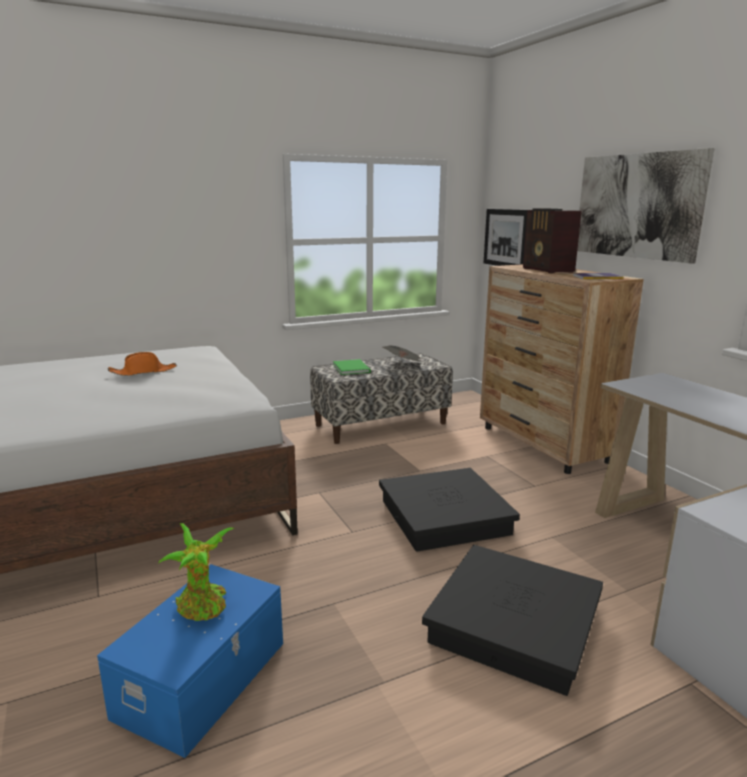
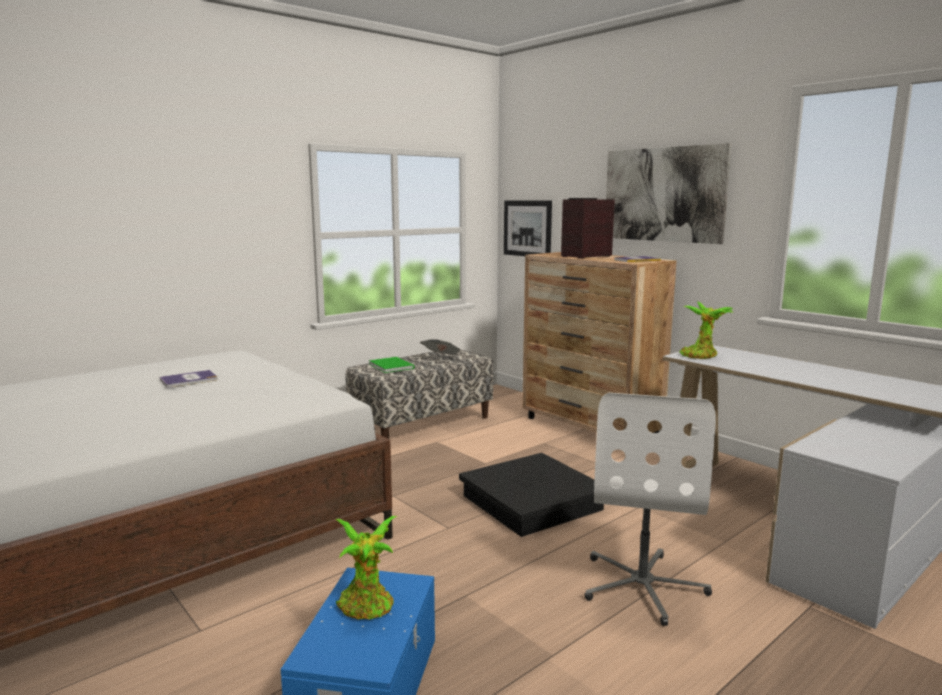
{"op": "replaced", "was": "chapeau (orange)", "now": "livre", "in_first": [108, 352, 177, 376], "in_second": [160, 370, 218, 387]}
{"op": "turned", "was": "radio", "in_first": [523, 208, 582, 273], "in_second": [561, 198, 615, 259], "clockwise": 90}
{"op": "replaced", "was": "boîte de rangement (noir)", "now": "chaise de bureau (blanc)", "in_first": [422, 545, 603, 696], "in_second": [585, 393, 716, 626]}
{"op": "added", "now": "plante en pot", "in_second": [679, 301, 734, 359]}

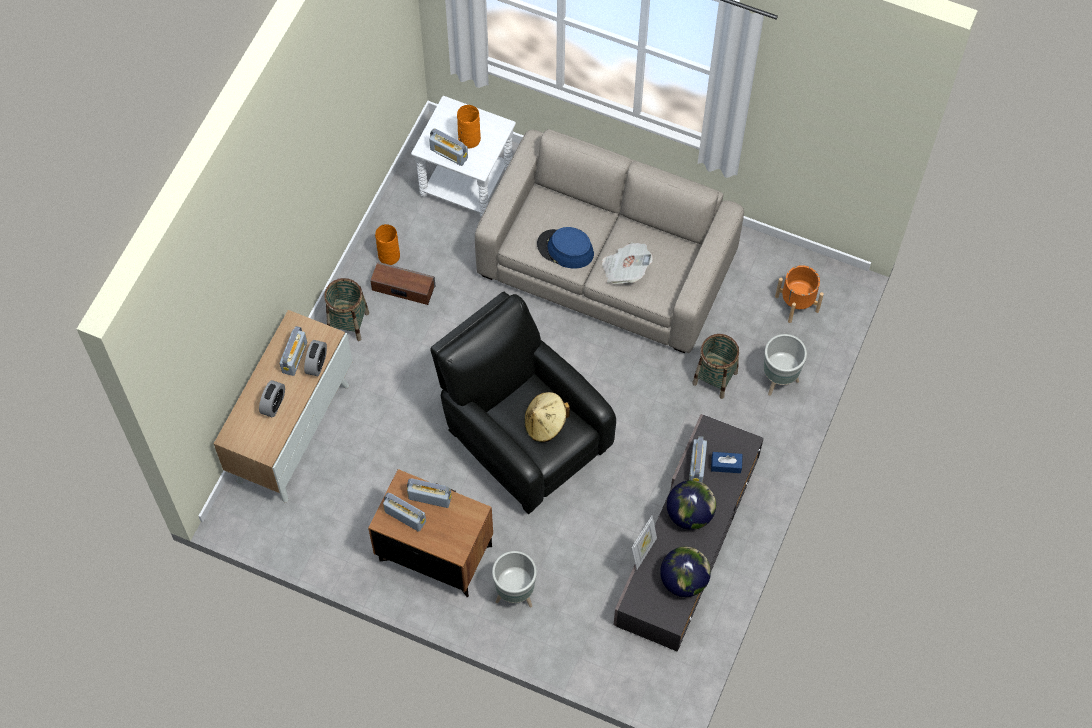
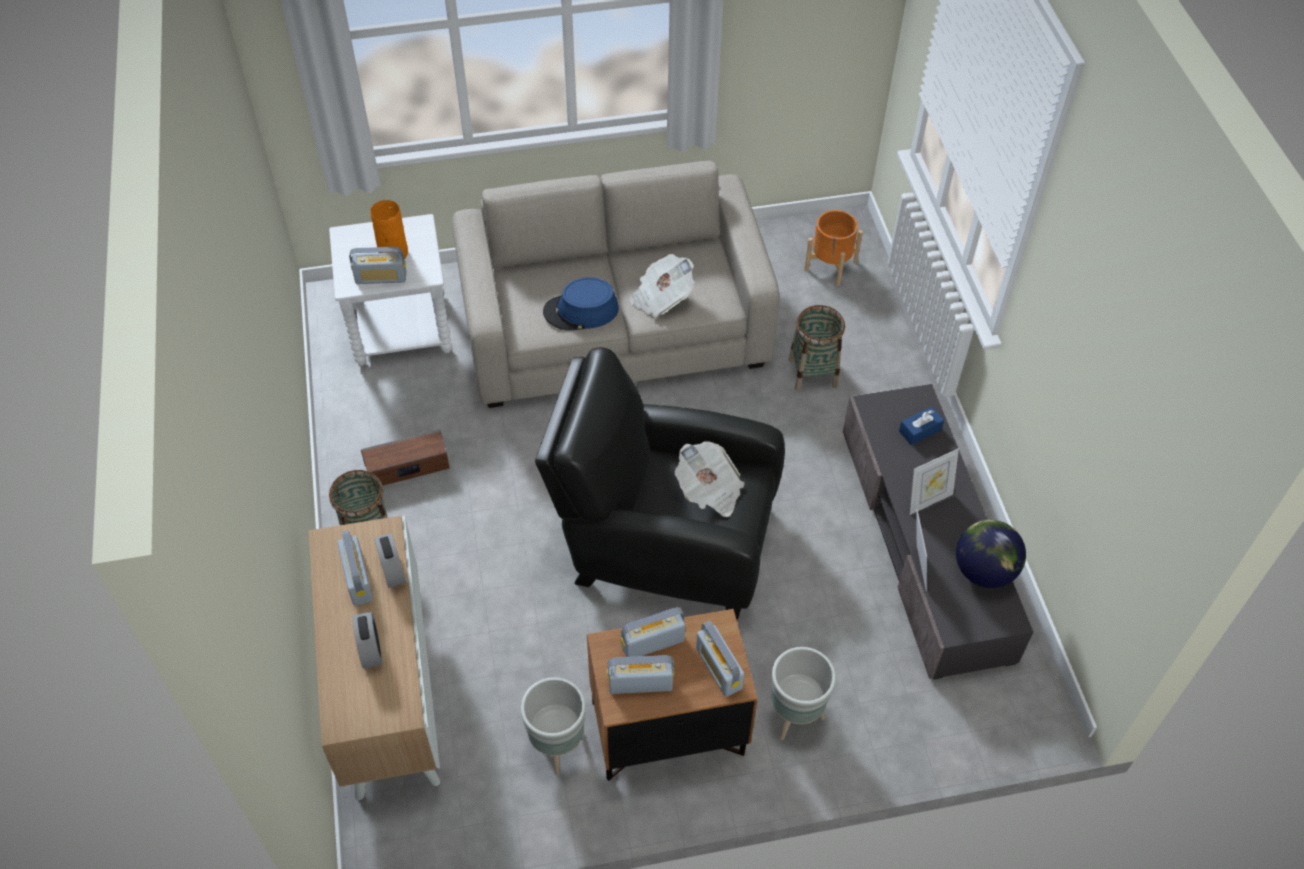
{"op": "moved", "was": "cache-pot (gris)", "in_first": [764, 334, 807, 396], "in_second": [521, 677, 586, 775]}
{"op": "replaced", "was": "chapeau (beige)", "now": "journal", "in_first": [525, 392, 570, 442], "in_second": [675, 441, 745, 517]}
{"op": "moved", "was": "radio", "in_first": [689, 436, 707, 483], "in_second": [696, 621, 744, 697]}
{"op": "replaced", "was": "globe", "now": "cadre photo", "in_first": [667, 480, 716, 530], "in_second": [910, 448, 959, 515]}
{"op": "removed", "was": "vase (orange)", "in_first": [375, 224, 400, 265]}

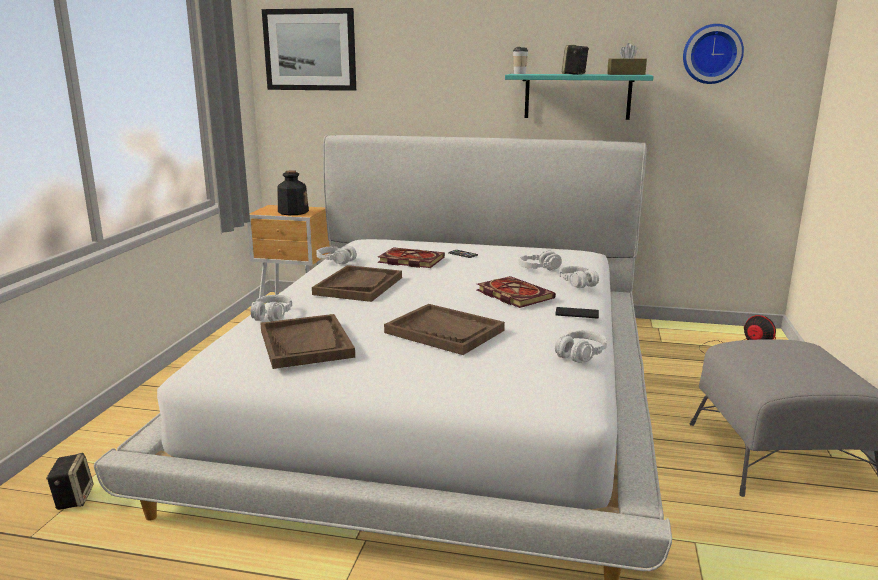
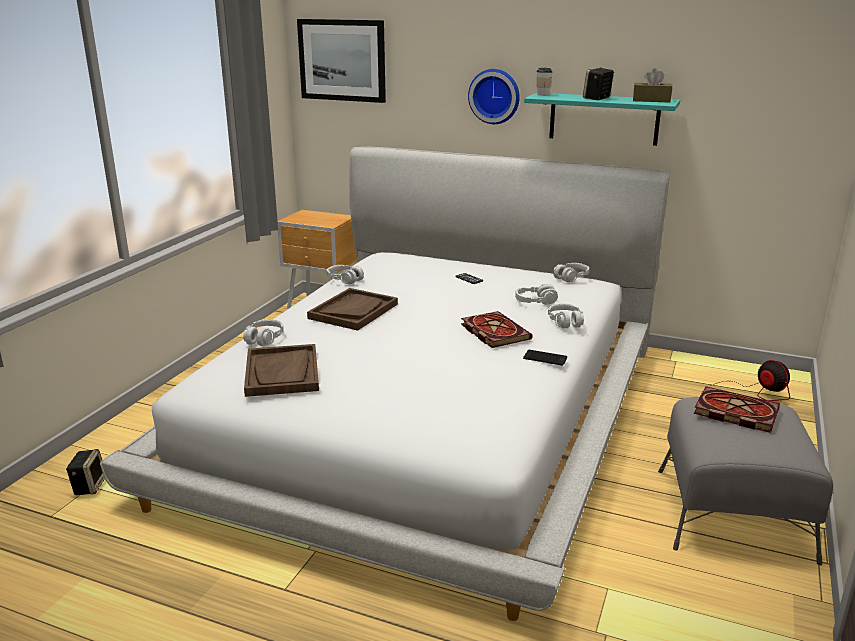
{"op": "moved", "was": "horloge murale", "in_first": [683, 24, 744, 84], "in_second": [468, 69, 520, 124]}
{"op": "moved", "was": "casque audio (gris)", "in_first": [555, 330, 607, 363], "in_second": [553, 263, 589, 282]}
{"op": "moved", "was": "livre", "in_first": [378, 247, 445, 268], "in_second": [694, 386, 780, 433]}
{"op": "removed", "was": "bouteille", "in_first": [277, 170, 309, 215]}
{"op": "removed", "was": "plateau (marron)", "in_first": [384, 304, 505, 355]}

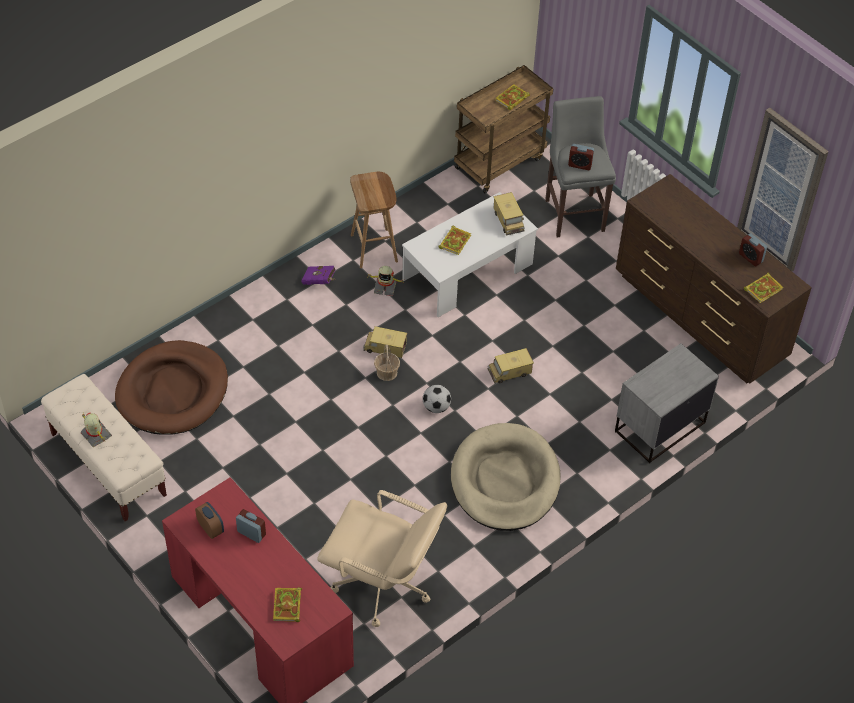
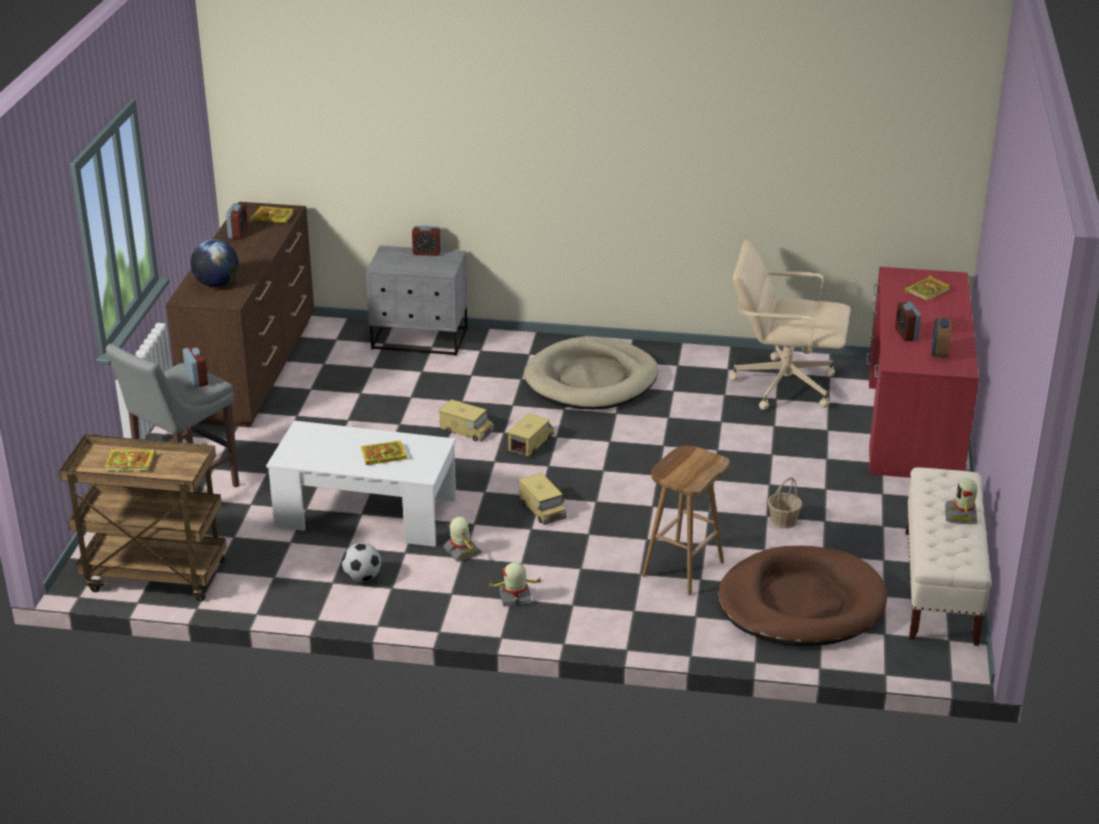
{"op": "added", "now": "globe", "in_second": [191, 239, 239, 287]}
{"op": "moved", "was": "ballon de foot", "in_first": [423, 385, 451, 413], "in_second": [342, 543, 381, 582]}
{"op": "added", "now": "réveil", "in_second": [412, 226, 441, 256]}
{"op": "replaced", "was": "livre (violet)", "now": "robot jouet", "in_first": [301, 266, 336, 285], "in_second": [487, 562, 541, 607]}
{"op": "moved", "was": "camion jouet", "in_first": [493, 192, 525, 236], "in_second": [507, 413, 554, 457]}
{"op": "moved", "was": "tabouret (marron)", "in_first": [350, 172, 398, 268], "in_second": [642, 446, 730, 595]}
{"op": "turned", "was": "chaise de bureau (beige)", "in_first": [317, 490, 447, 627], "in_second": [729, 240, 851, 410], "clockwise": -60}
{"op": "moved", "was": "panier", "in_first": [374, 344, 400, 381], "in_second": [768, 477, 802, 529]}
{"op": "removed", "was": "tableau", "in_first": [737, 108, 828, 272]}

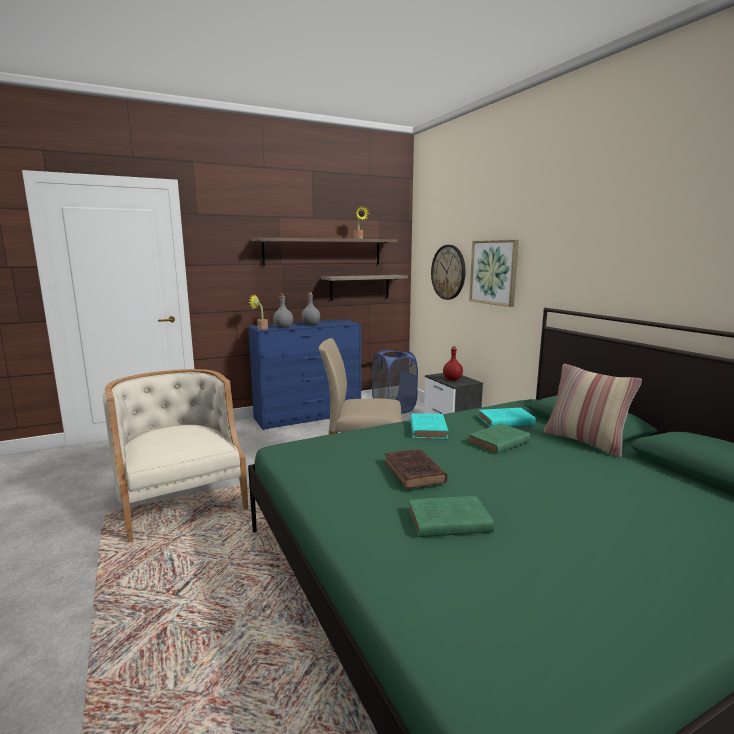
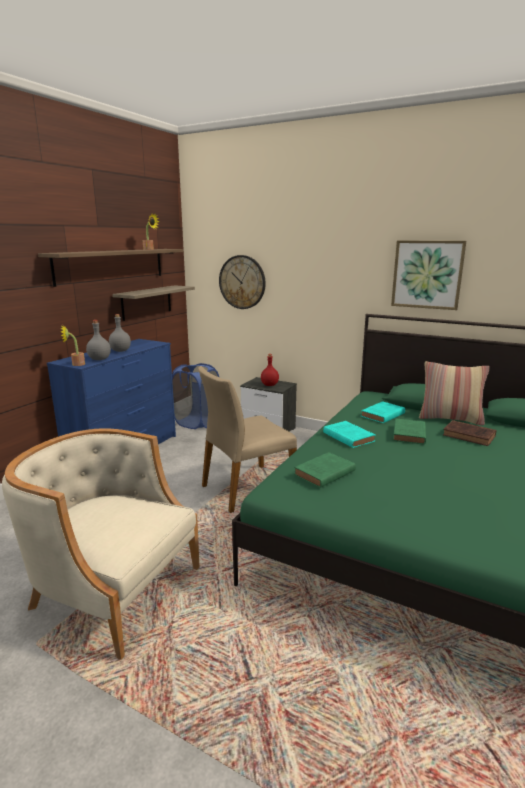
{"op": "moved", "was": "livre (vert)", "in_first": [408, 496, 494, 537], "in_second": [294, 452, 356, 488]}
{"op": "moved", "was": "tableau", "in_first": [469, 240, 519, 307], "in_second": [391, 241, 466, 310]}
{"op": "moved", "was": "livre (marron)", "in_first": [384, 449, 448, 489], "in_second": [443, 420, 496, 446]}

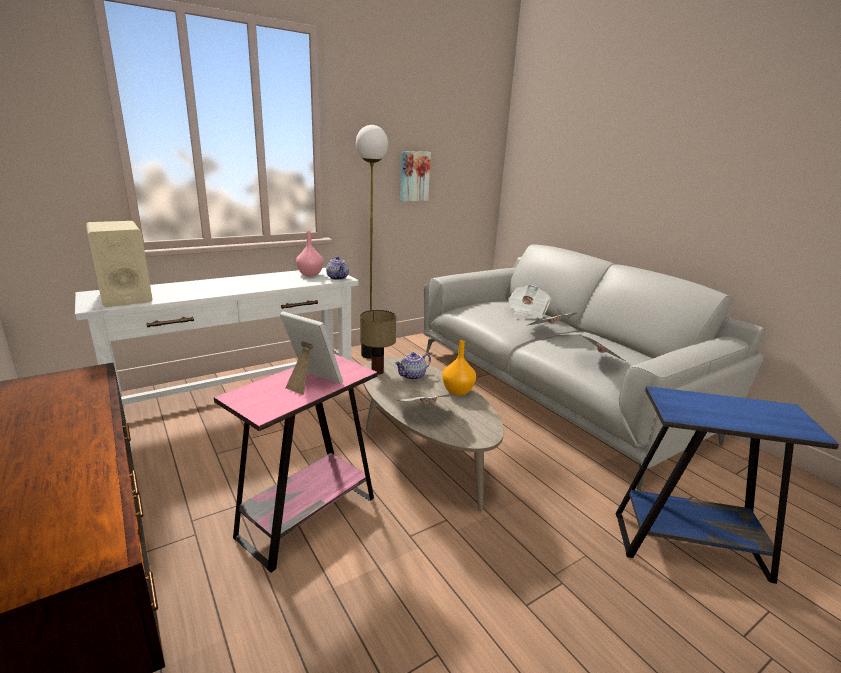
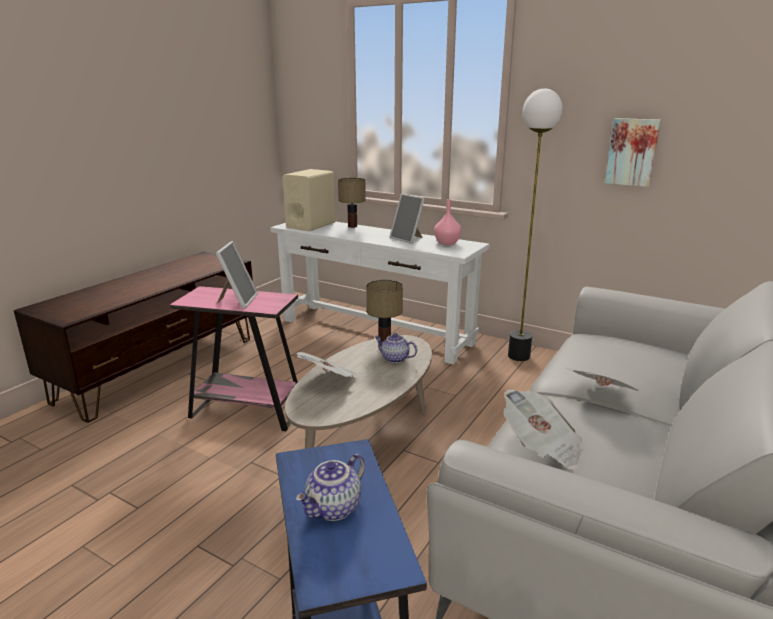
{"op": "moved", "was": "théière", "in_first": [326, 256, 349, 280], "in_second": [296, 454, 365, 521]}
{"op": "added", "now": "lampe de table", "in_second": [338, 178, 366, 228]}
{"op": "added", "now": "cadre photo", "in_second": [390, 194, 425, 244]}
{"op": "removed", "was": "vase (orange)", "in_first": [442, 340, 476, 396]}
{"op": "removed", "was": "journal", "in_first": [508, 285, 551, 320]}

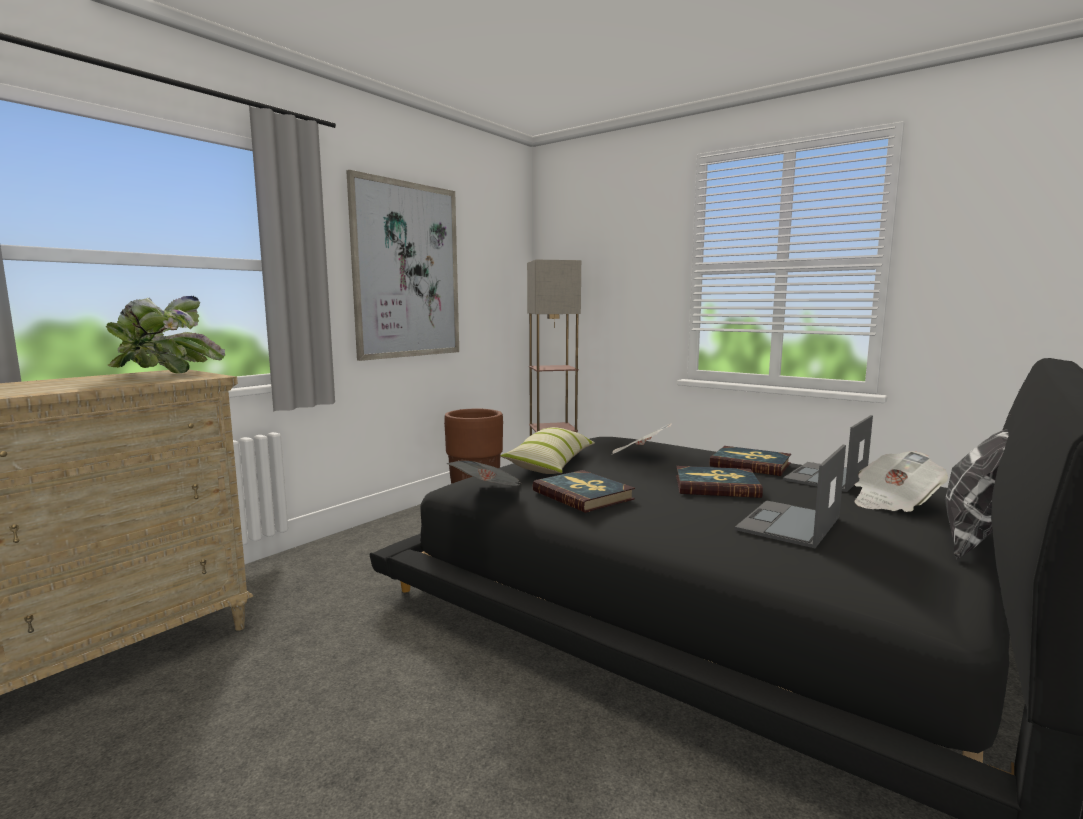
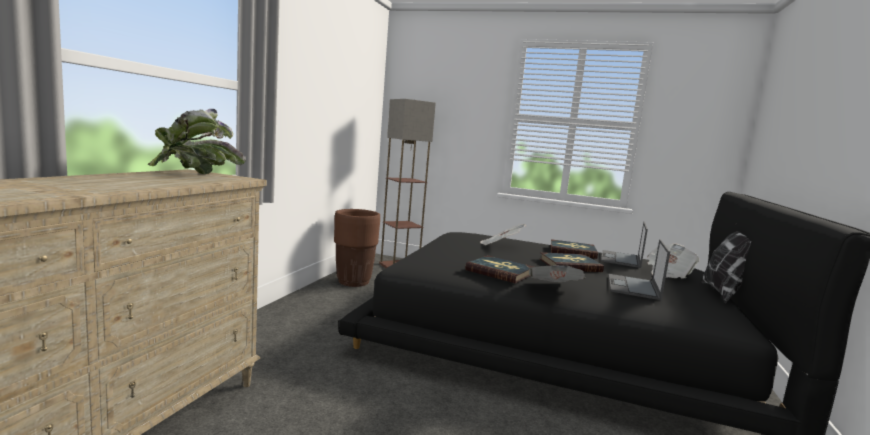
{"op": "moved", "was": "journal", "in_first": [447, 461, 520, 486], "in_second": [529, 265, 585, 282]}
{"op": "removed", "was": "tableau", "in_first": [346, 170, 459, 361]}
{"op": "removed", "was": "coussin", "in_first": [501, 427, 595, 474]}

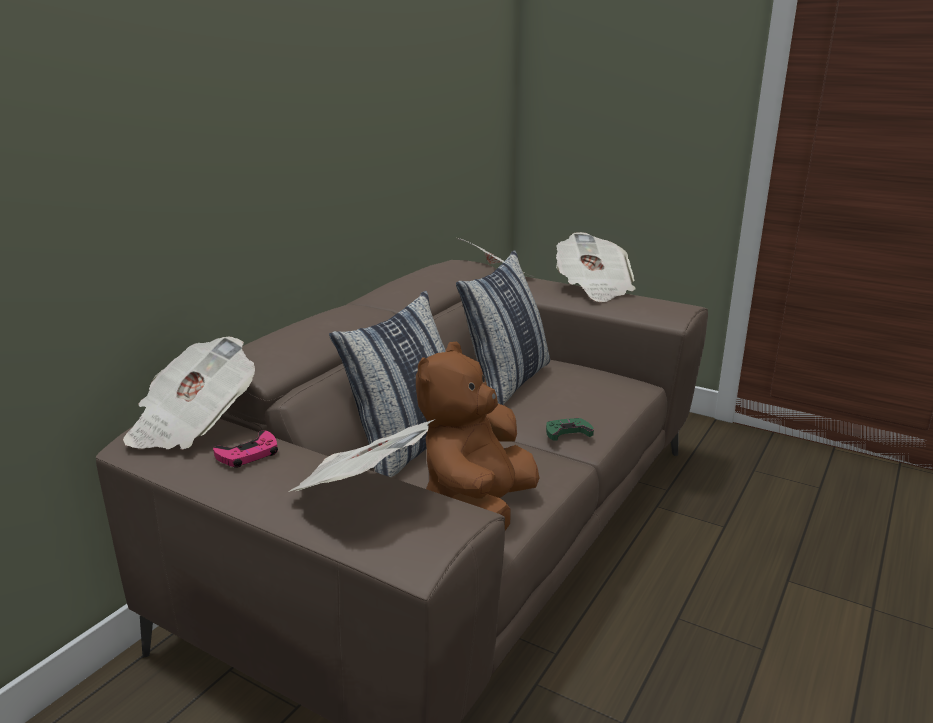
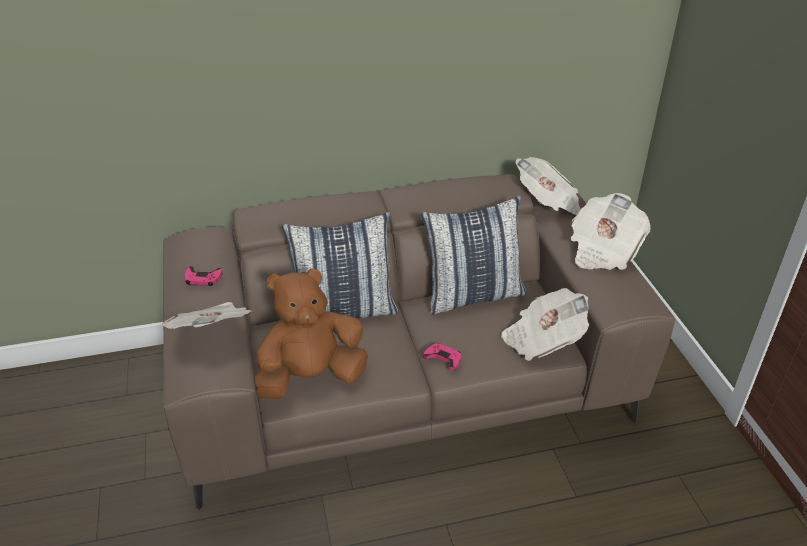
{"op": "recoloured", "was": "manette (vert)", "now": "manette (rose)", "in_first": [546, 418, 594, 441], "in_second": [423, 343, 462, 371]}
{"op": "moved", "was": "journal", "in_first": [123, 336, 255, 449], "in_second": [501, 288, 589, 361]}

